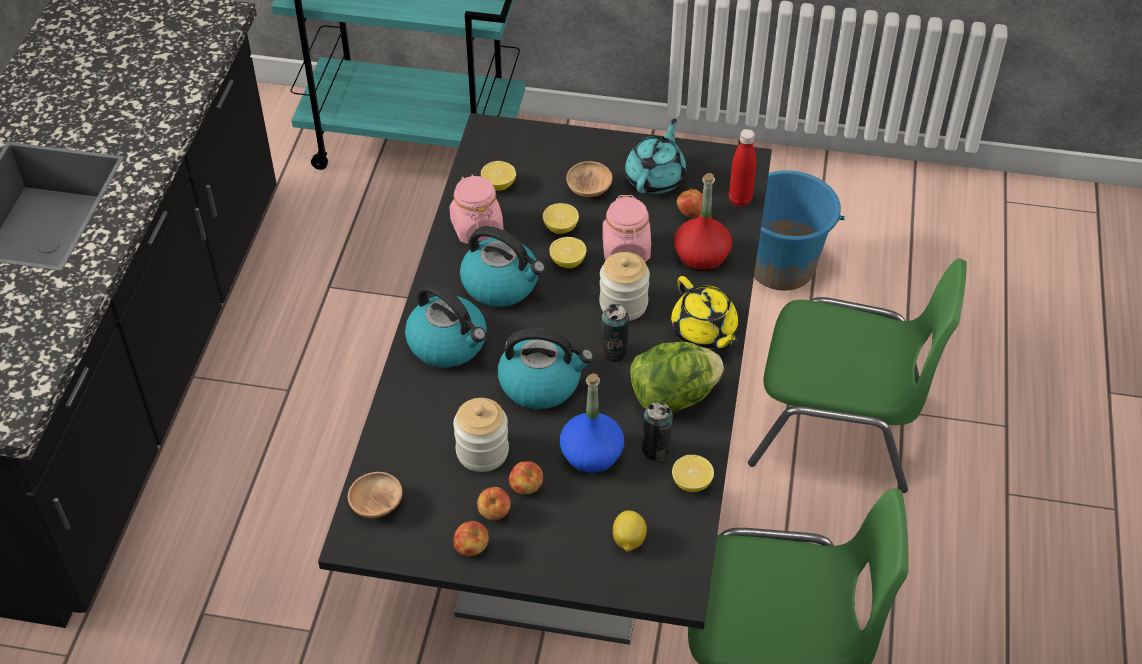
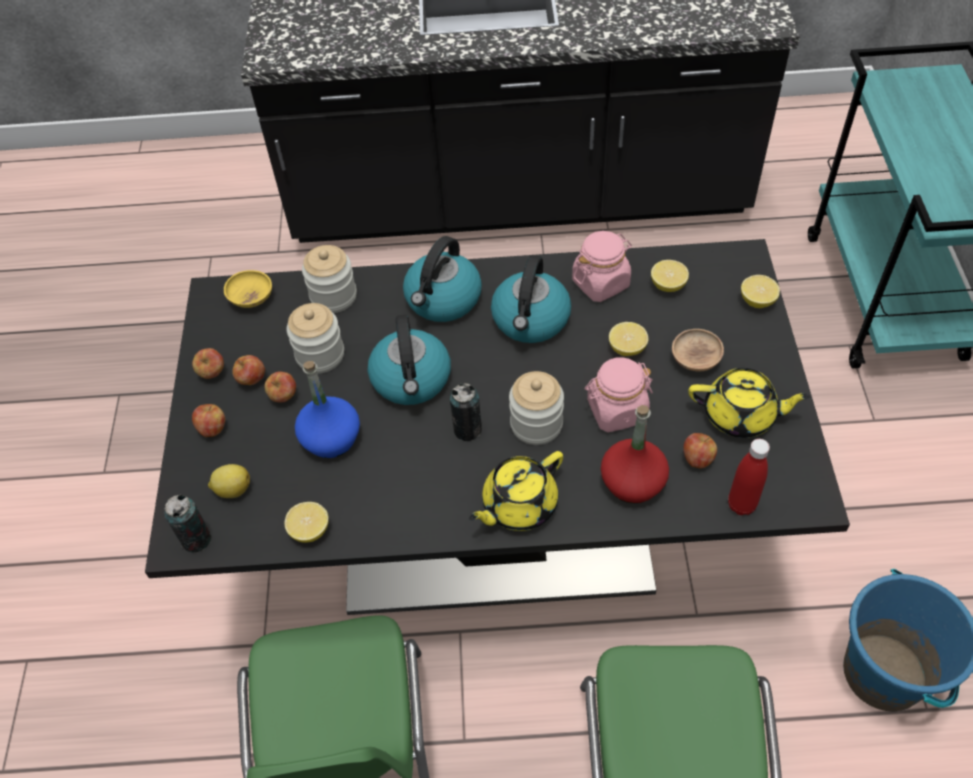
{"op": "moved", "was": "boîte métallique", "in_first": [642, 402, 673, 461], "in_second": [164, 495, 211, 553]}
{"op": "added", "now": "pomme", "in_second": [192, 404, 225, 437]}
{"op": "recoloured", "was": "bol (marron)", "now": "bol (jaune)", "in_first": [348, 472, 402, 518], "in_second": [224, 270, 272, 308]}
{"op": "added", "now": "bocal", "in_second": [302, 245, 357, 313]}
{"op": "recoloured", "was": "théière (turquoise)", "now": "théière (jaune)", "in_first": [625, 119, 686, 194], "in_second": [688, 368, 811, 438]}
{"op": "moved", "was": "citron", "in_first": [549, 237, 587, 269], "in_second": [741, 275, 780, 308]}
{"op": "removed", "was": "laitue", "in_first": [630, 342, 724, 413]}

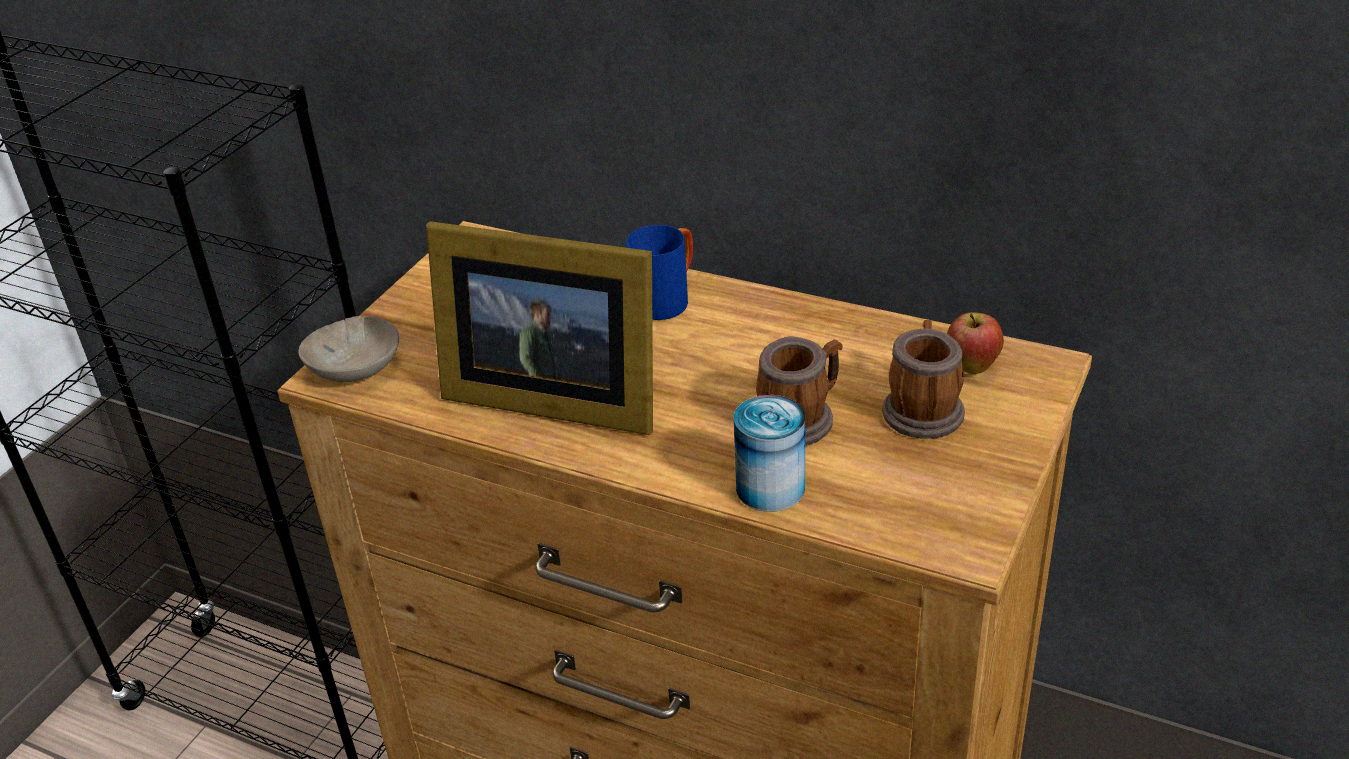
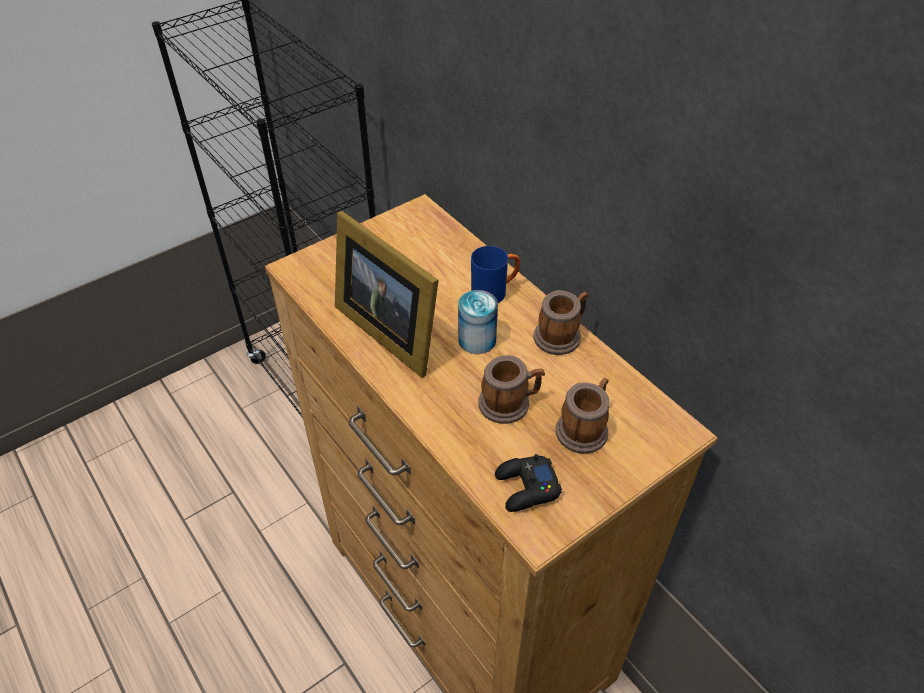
{"op": "moved", "was": "boîte métallique", "in_first": [734, 395, 805, 512], "in_second": [458, 290, 498, 354]}
{"op": "added", "now": "manette (noir)", "in_second": [495, 454, 562, 512]}
{"op": "added", "now": "mug", "in_second": [534, 290, 589, 355]}
{"op": "removed", "was": "bol (beige)", "in_first": [298, 316, 399, 382]}
{"op": "removed", "was": "pomme", "in_first": [947, 312, 1004, 374]}

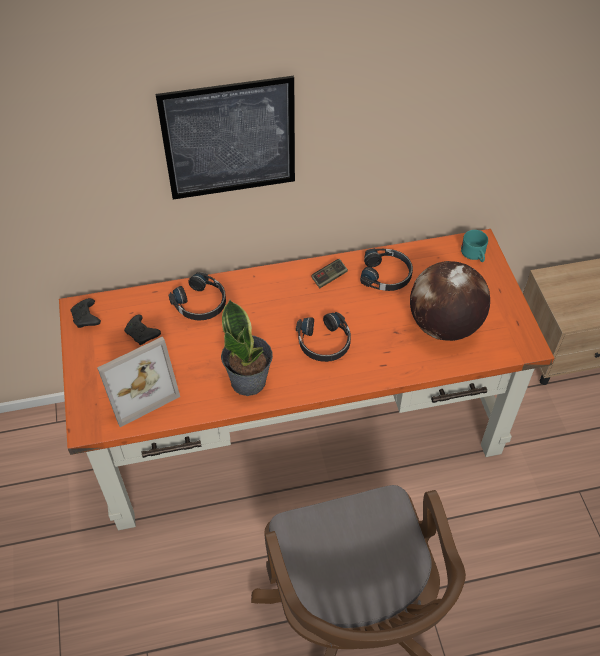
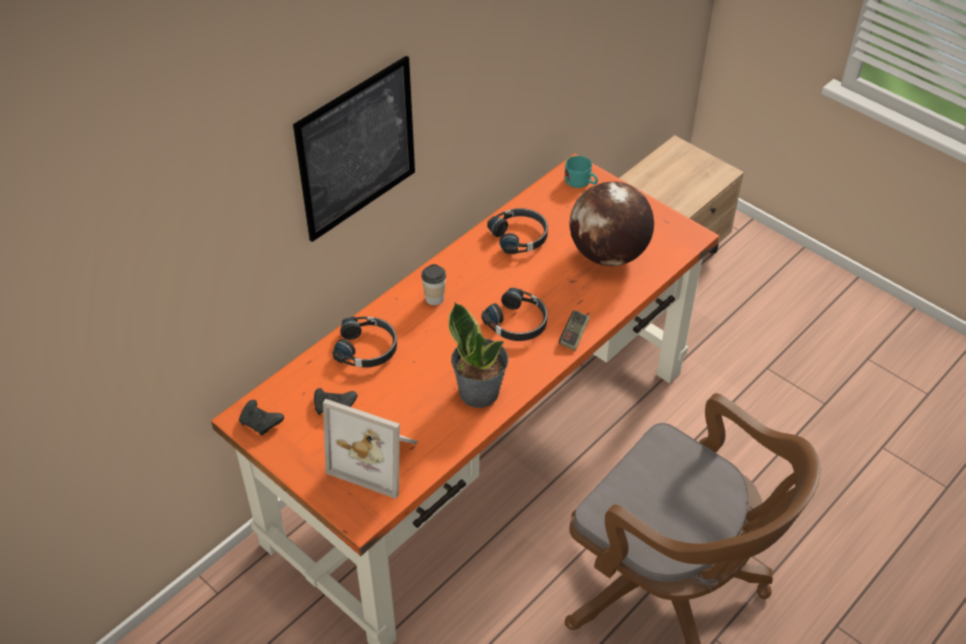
{"op": "turned", "was": "cadre photo", "in_first": [97, 337, 180, 427], "in_second": [323, 399, 418, 499], "clockwise": 90}
{"op": "added", "now": "tasse", "in_second": [421, 264, 446, 306]}
{"op": "moved", "was": "manette", "in_first": [312, 259, 348, 288], "in_second": [559, 310, 590, 351]}

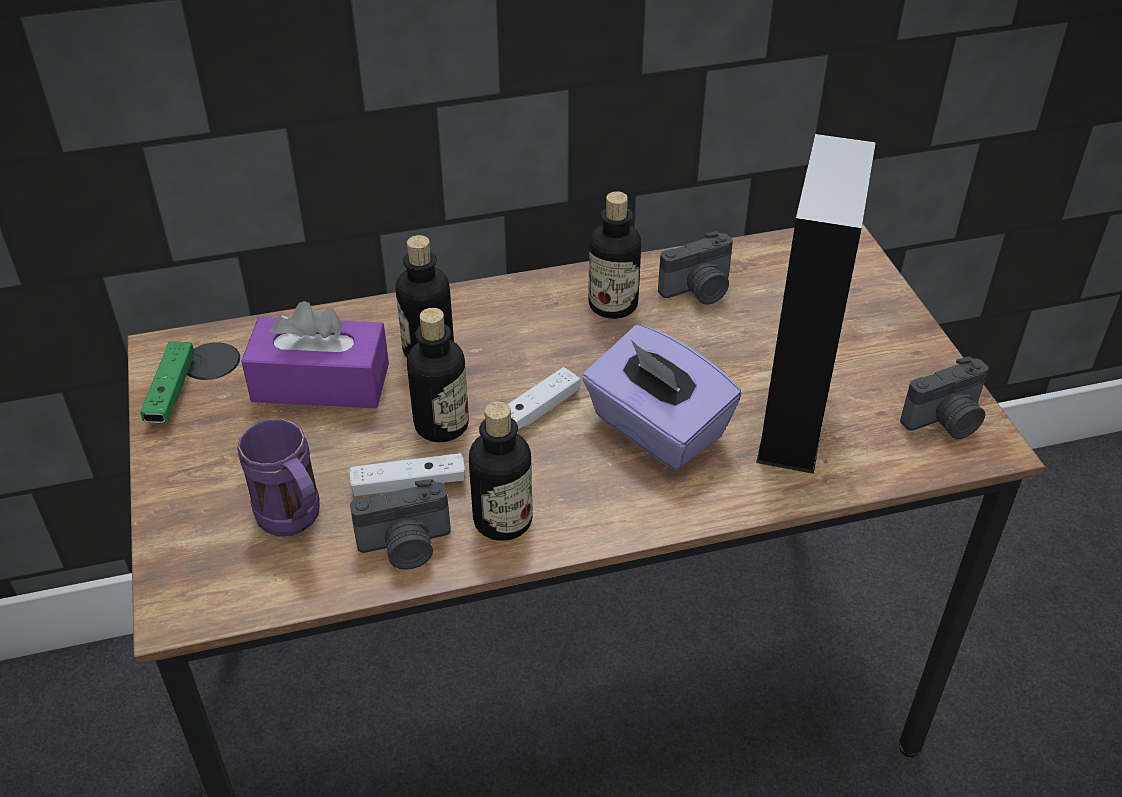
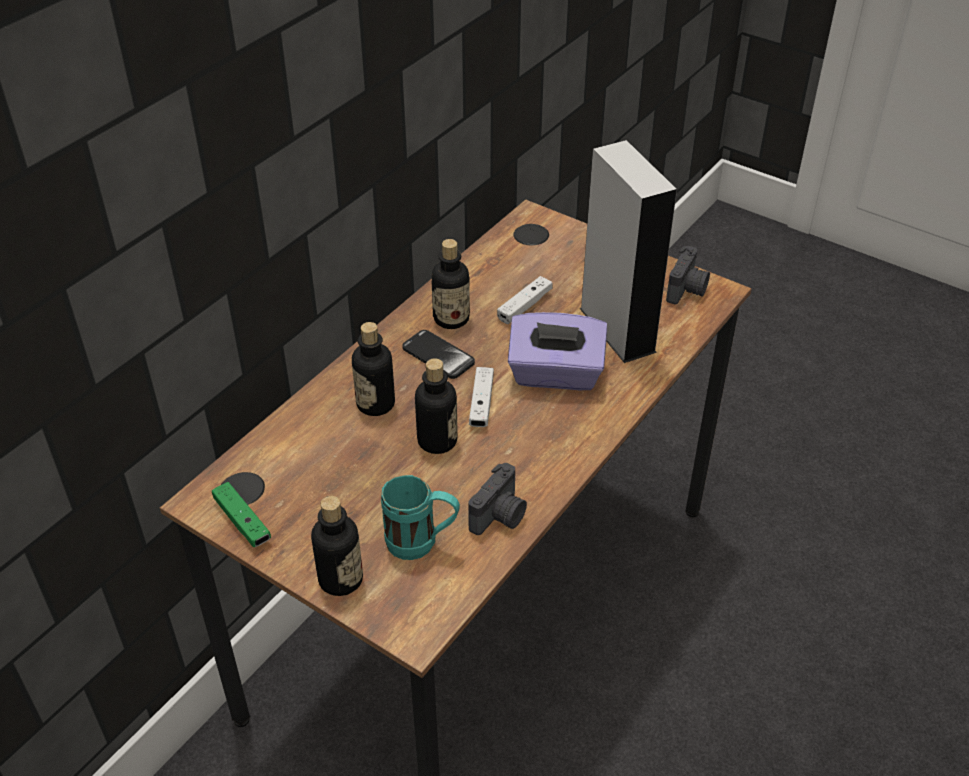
{"op": "moved", "was": "bouteille", "in_first": [469, 401, 533, 541], "in_second": [311, 496, 363, 596]}
{"op": "recoloured", "was": "mug (violet)", "now": "mug (turquoise)", "in_first": [237, 418, 320, 537], "in_second": [381, 475, 460, 560]}
{"op": "added", "now": "téléphone", "in_second": [402, 330, 475, 379]}
{"op": "moved", "was": "manette (blanc)", "in_first": [349, 453, 466, 497], "in_second": [497, 276, 553, 324]}
{"op": "removed", "was": "boîte à mouchoirs (violet)", "in_first": [241, 301, 389, 408]}
{"op": "removed", "was": "appareil photo", "in_first": [658, 231, 733, 305]}

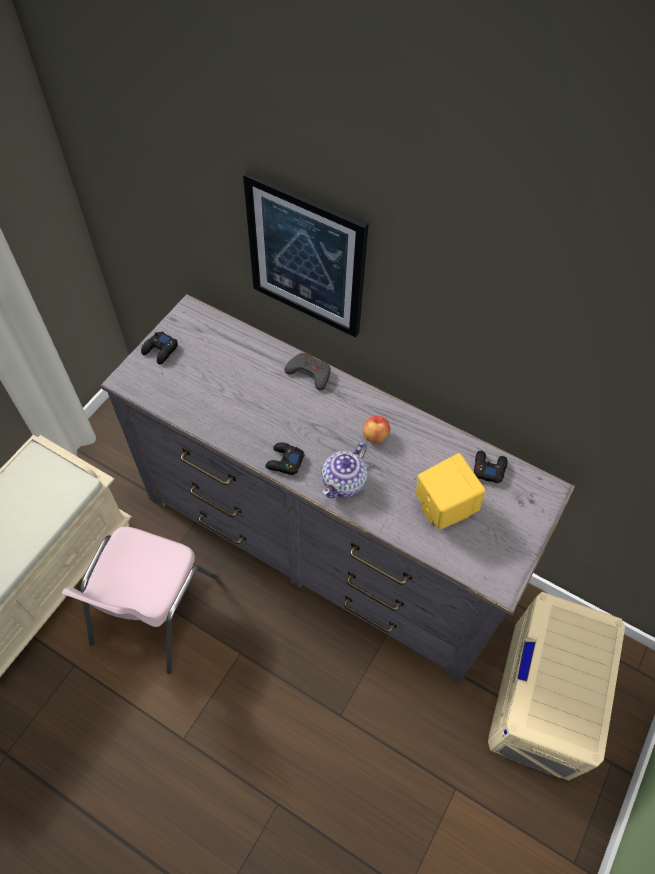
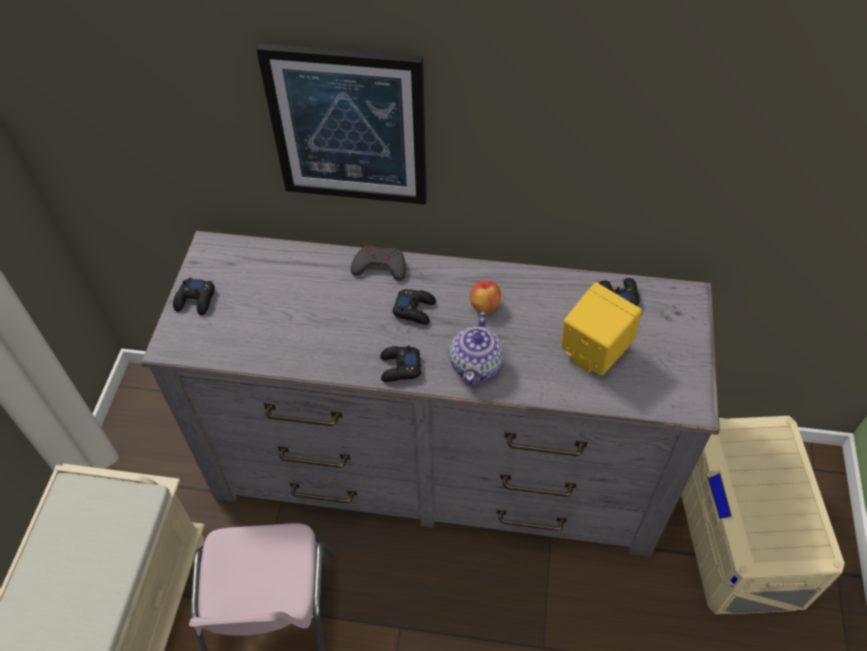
{"op": "added", "now": "manette (noir)", "in_second": [392, 289, 436, 324]}

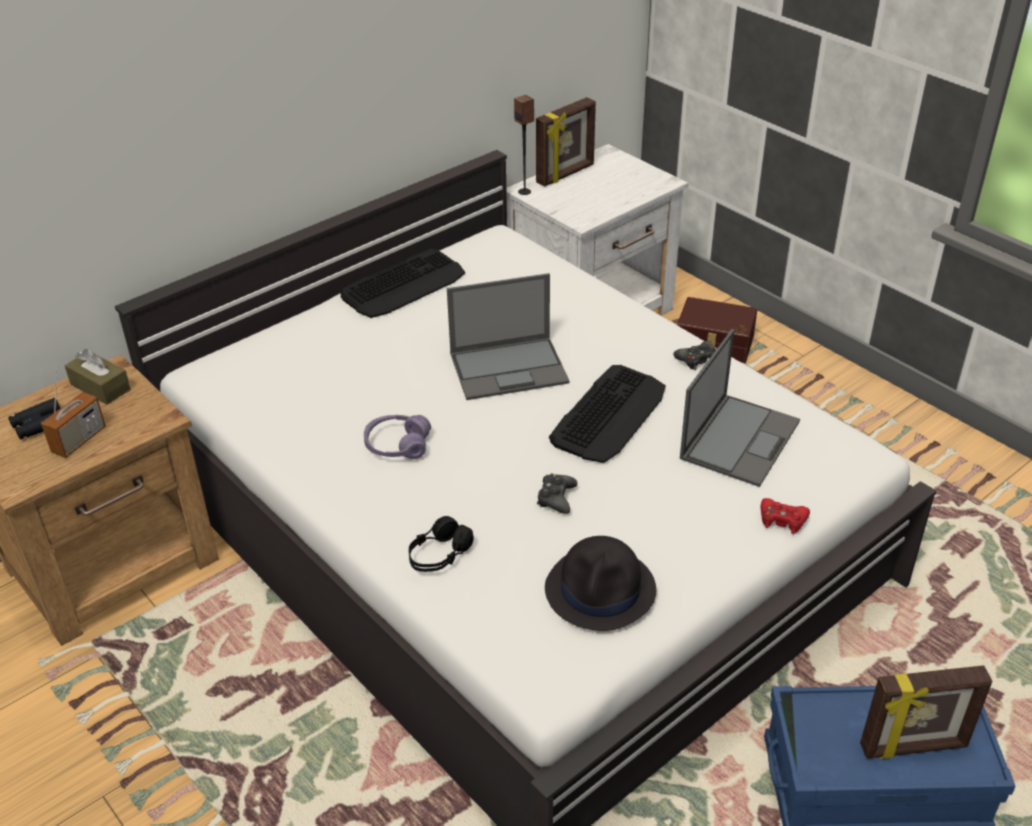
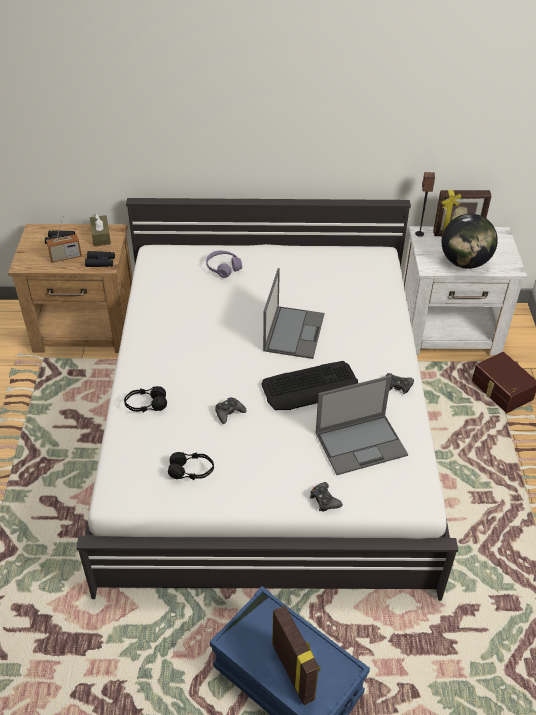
{"op": "added", "now": "jumelles (noir)", "in_second": [85, 251, 115, 267]}
{"op": "replaced", "was": "chapeau (noir)", "now": "casque audio (noir)", "in_first": [545, 536, 656, 631], "in_second": [168, 452, 214, 480]}
{"op": "moved", "was": "casque audio (violet)", "in_first": [364, 415, 431, 459], "in_second": [206, 251, 242, 278]}
{"op": "turned", "was": "ordinateur portable", "in_first": [447, 273, 570, 400], "in_second": [263, 268, 324, 359], "clockwise": -105}
{"op": "turned", "was": "cadre photo", "in_first": [860, 665, 992, 759], "in_second": [272, 605, 321, 705], "clockwise": -150}
{"op": "recoloured", "was": "manette (rouge)", "now": "manette (noir)", "in_first": [761, 498, 810, 534], "in_second": [310, 482, 343, 512]}
{"op": "added", "now": "globe", "in_second": [442, 214, 498, 269]}
{"op": "removed", "was": "clavier", "in_first": [340, 249, 465, 318]}

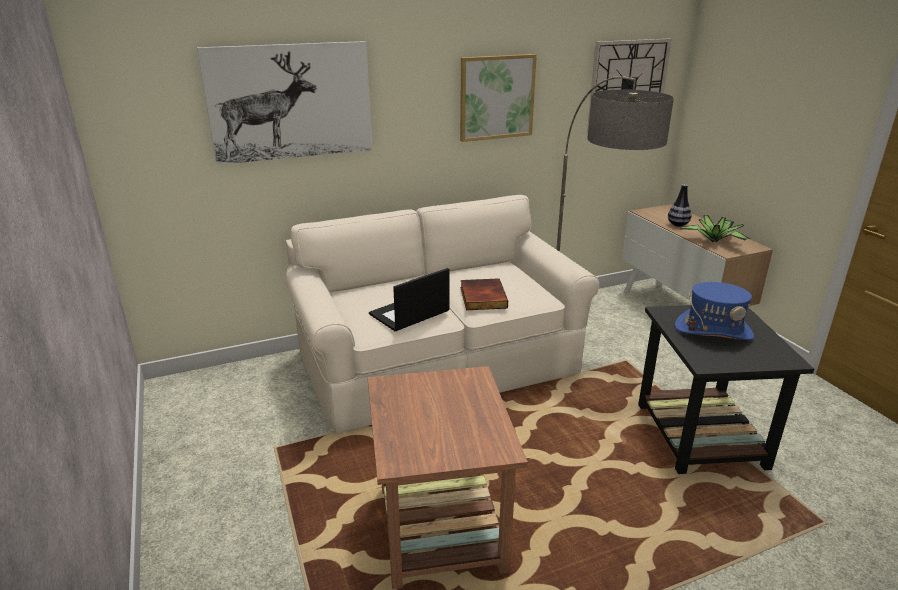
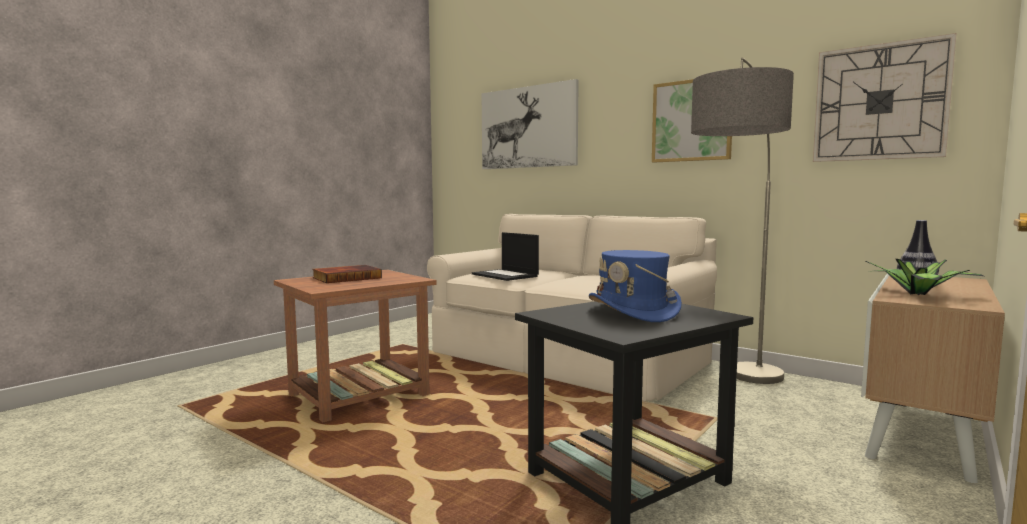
{"op": "moved", "was": "livre", "in_first": [460, 278, 508, 310], "in_second": [312, 265, 382, 283]}
{"op": "turned", "was": "ordinateur portable", "in_first": [369, 268, 450, 331], "in_second": [472, 232, 539, 281], "clockwise": -150}

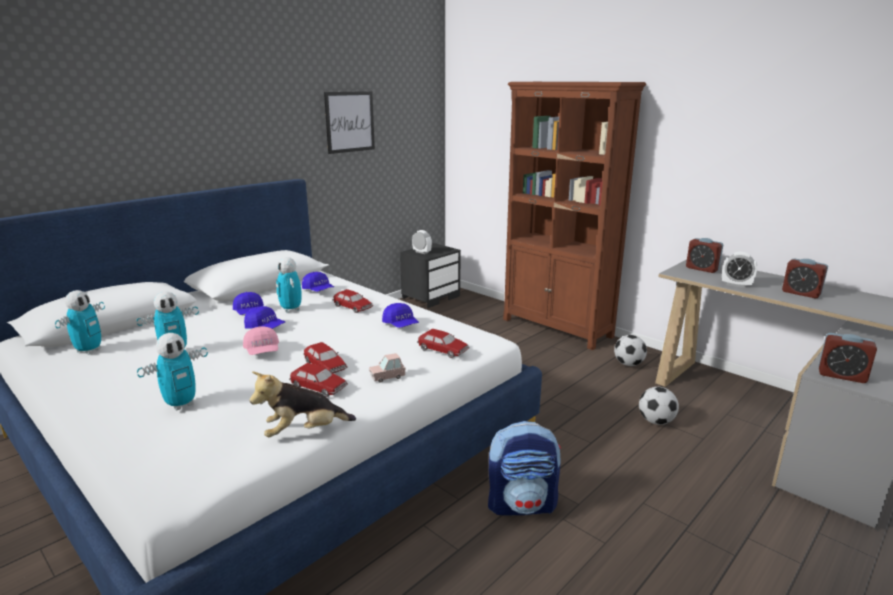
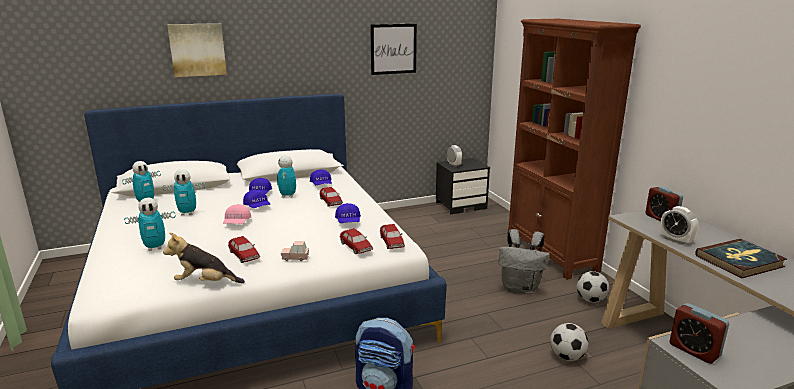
{"op": "added", "now": "tableau", "in_second": [167, 23, 227, 77]}
{"op": "moved", "was": "petite voiture", "in_first": [303, 342, 348, 373], "in_second": [380, 224, 405, 249]}
{"op": "added", "now": "sac à dos (gris)", "in_second": [499, 229, 550, 294]}
{"op": "replaced", "was": "réveil", "now": "livre", "in_first": [782, 258, 828, 298], "in_second": [696, 239, 787, 279]}

